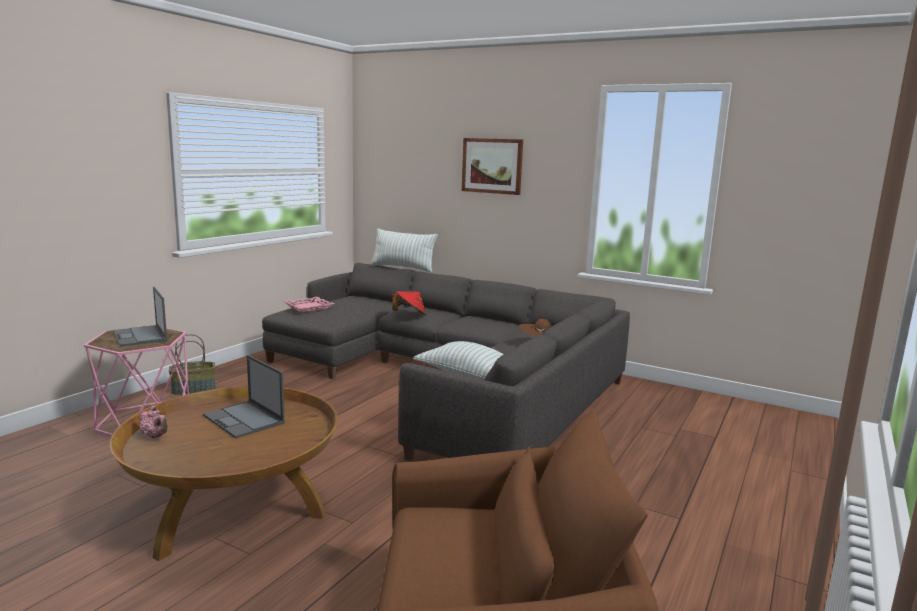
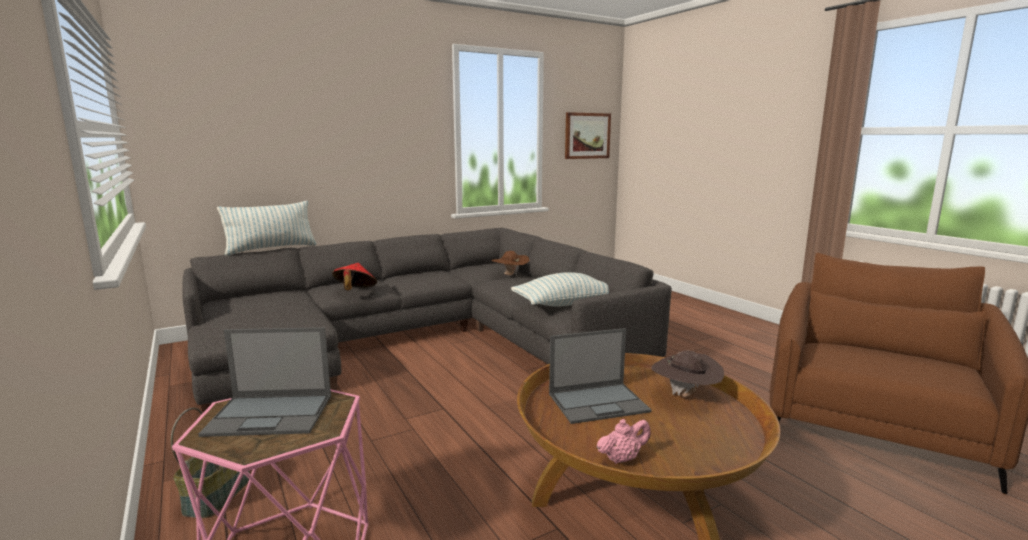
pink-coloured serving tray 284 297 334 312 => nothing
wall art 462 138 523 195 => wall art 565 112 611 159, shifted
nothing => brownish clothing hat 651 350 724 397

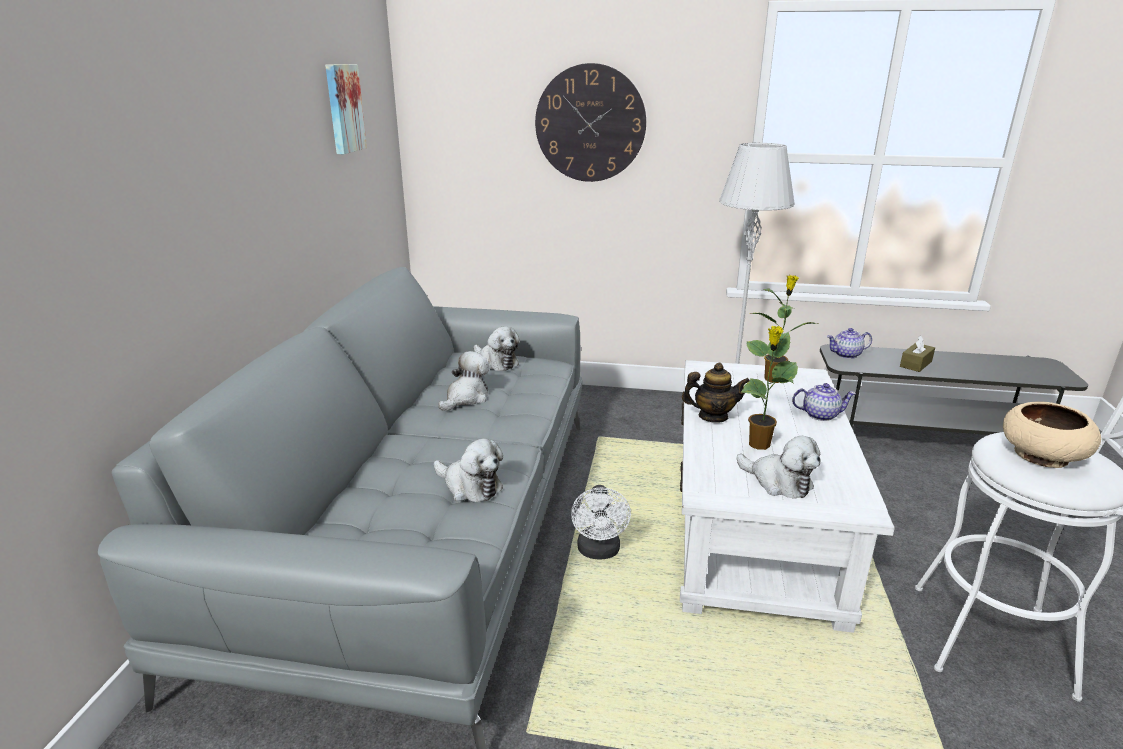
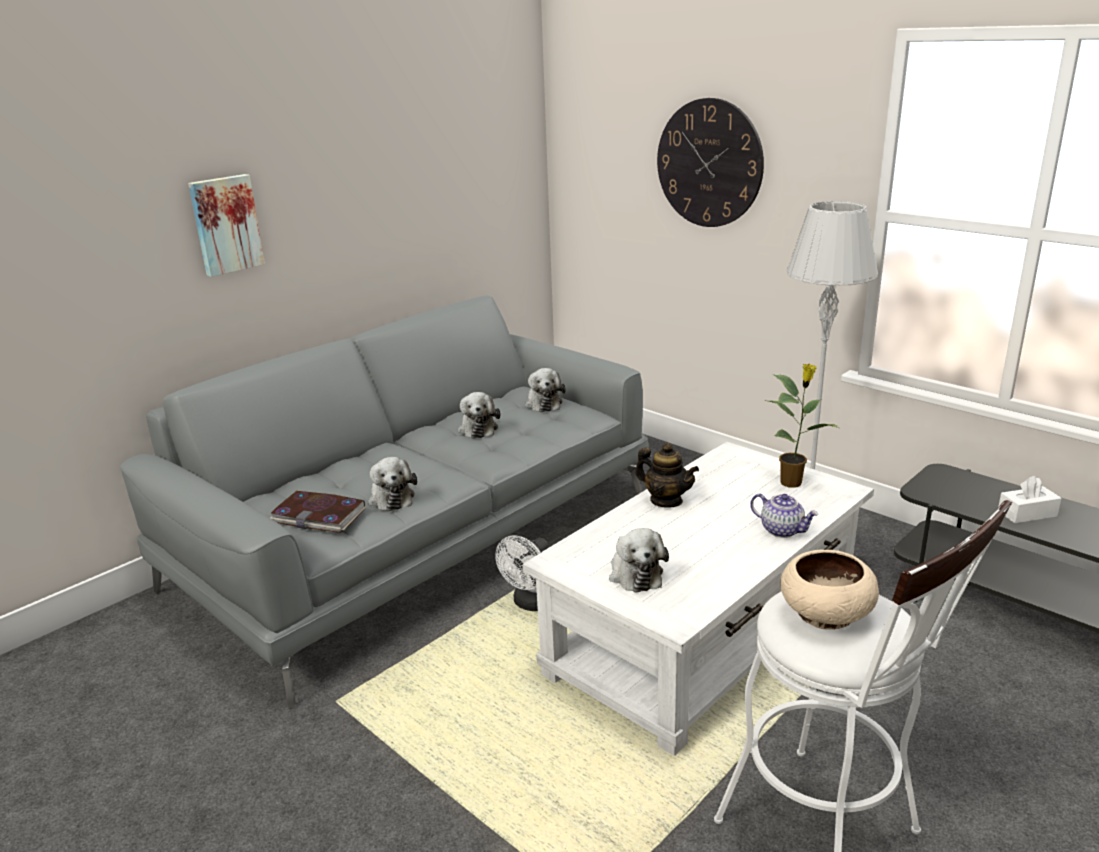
wall art 325 64 367 154 => wall art 188 174 265 277, shifted
soft toy 438 351 490 411 => soft toy 458 392 501 439, 105 degrees clockwise
plant in a pot 741 326 798 450 => nothing
pot for tea 827 328 872 359 => nothing
brownish tissue holder 900 335 935 372 => whitish tissue holder 998 476 1061 523
nothing => bound book 270 491 366 533

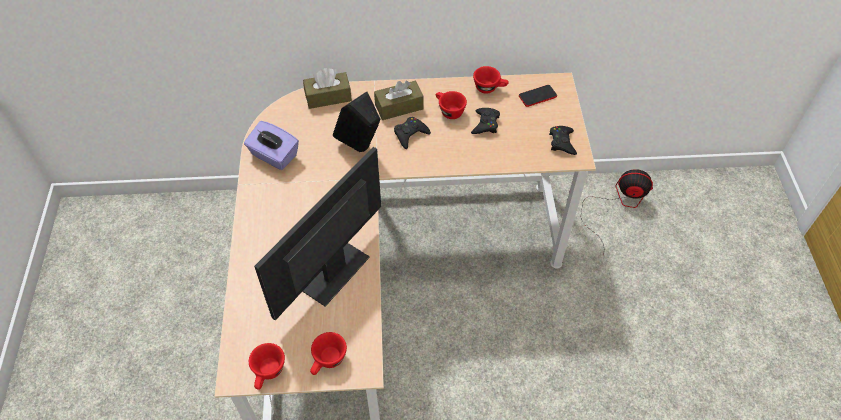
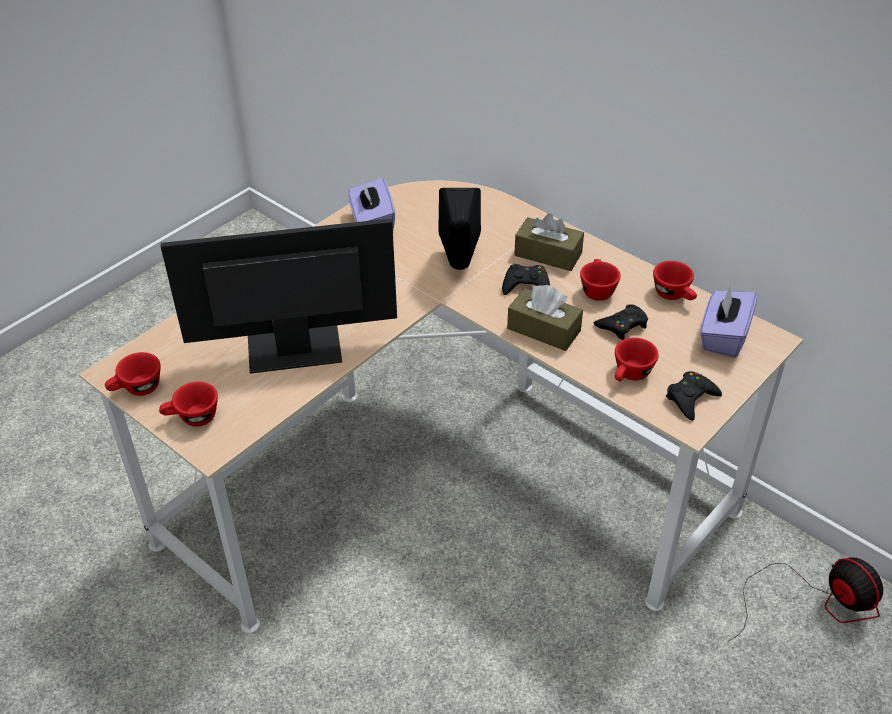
brownish tissue holder 303 68 352 109 => brownish tissue holder 507 285 583 351, shifted
telephone 519 85 557 107 => purple-coloured tissue holder 700 286 757 358
nothing => red-coloured cup 615 338 659 381

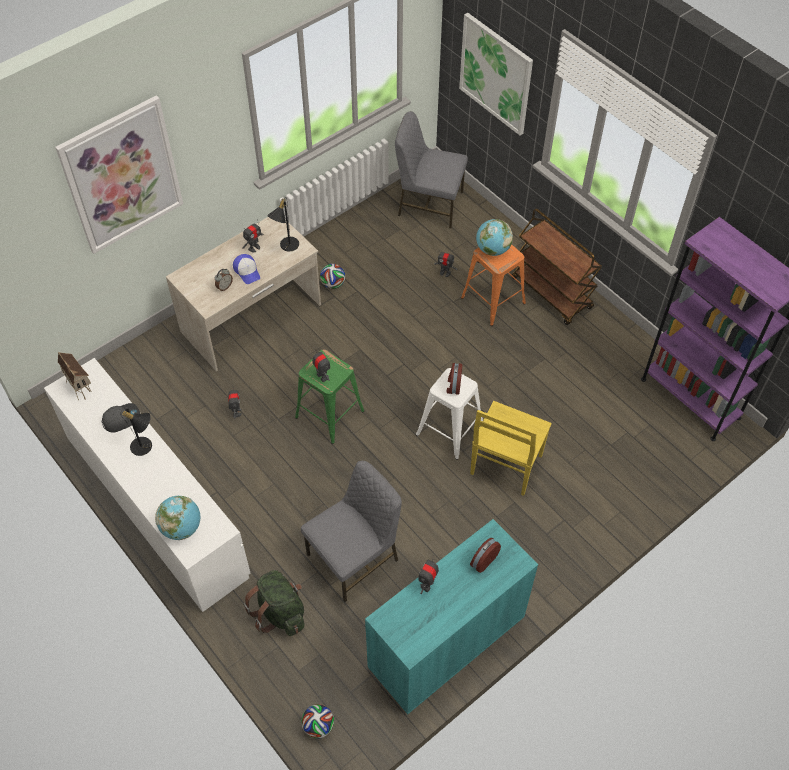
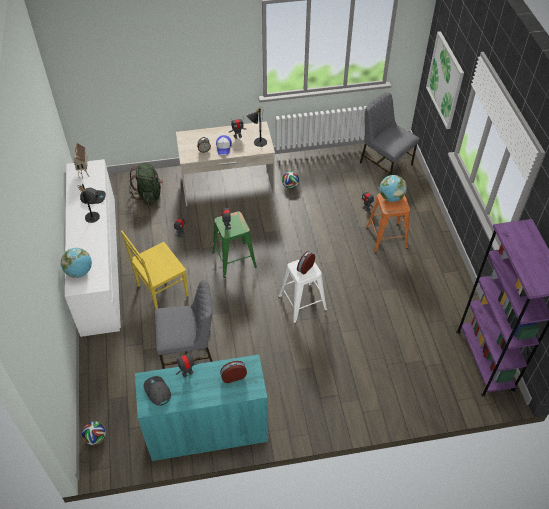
wall art 55 95 183 254 => nothing
green rucksack 243 570 304 636 => green rucksack 129 163 163 205, shifted
yellow-coloured chair 470 401 552 496 => yellow-coloured chair 121 231 189 309, shifted
brownish trolley 511 209 602 325 => nothing
nothing => gray baseball cap 144 376 171 406

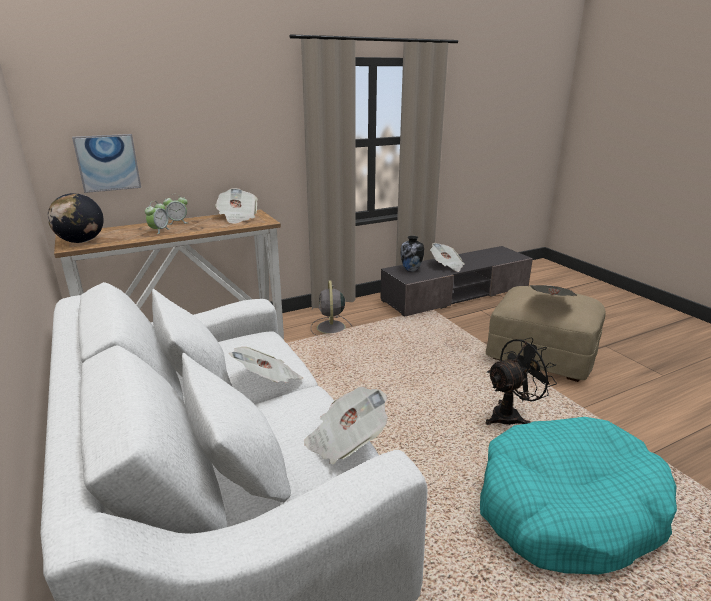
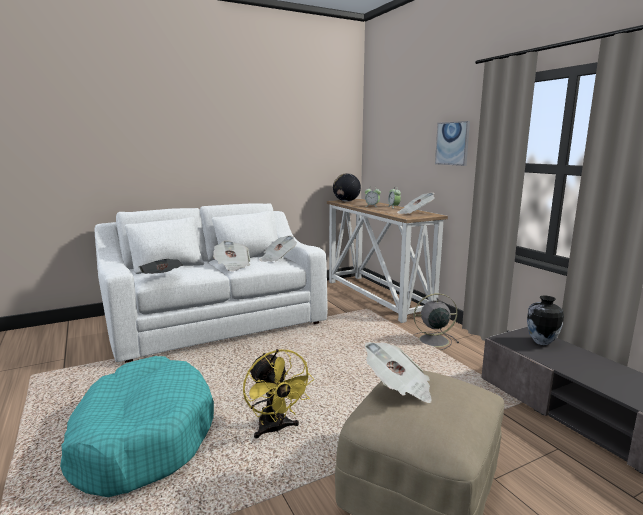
wall art 72 134 141 193 => wall art 435 121 470 166, shifted
newspaper 430 243 465 272 => newspaper 259 235 297 262, shifted
black-coloured electric fan 486 337 557 425 => yellow-coloured electric fan 243 349 314 438

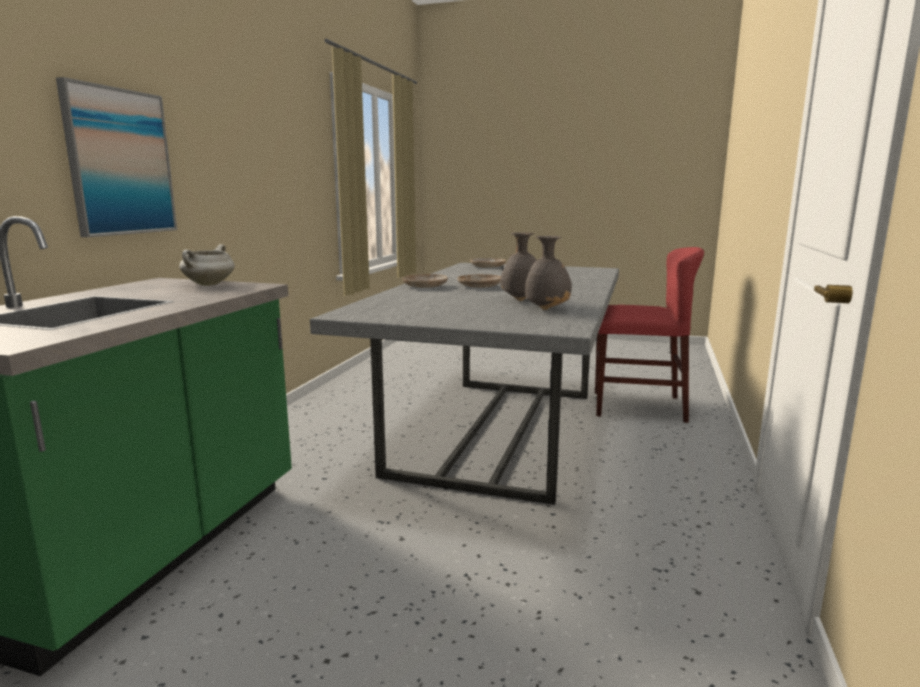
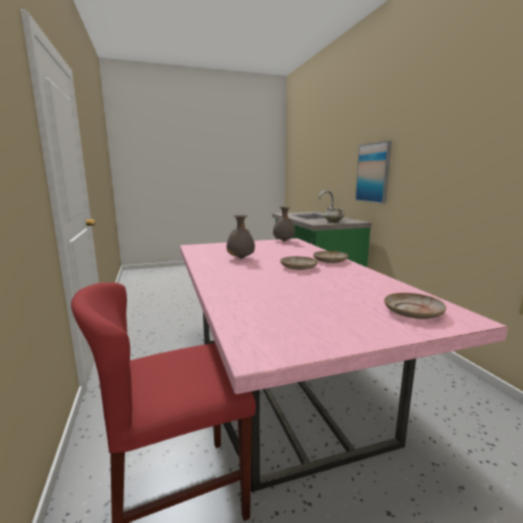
gray dinner table 310 263 619 505 => pink-coloured dinner table 180 238 508 492
gray flower vase 525 236 572 310 => gray flower vase 273 207 295 241, shifted

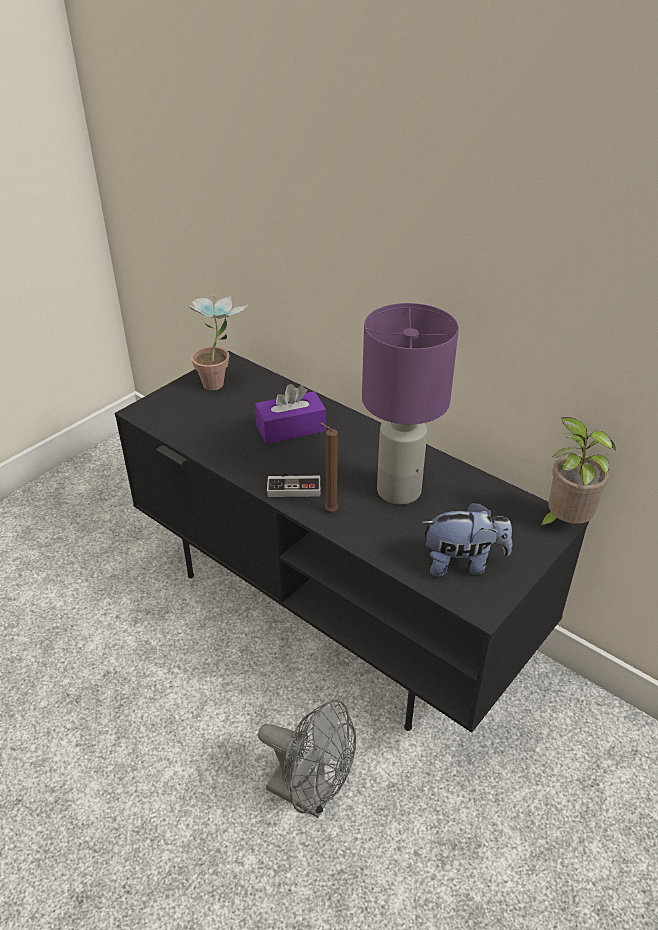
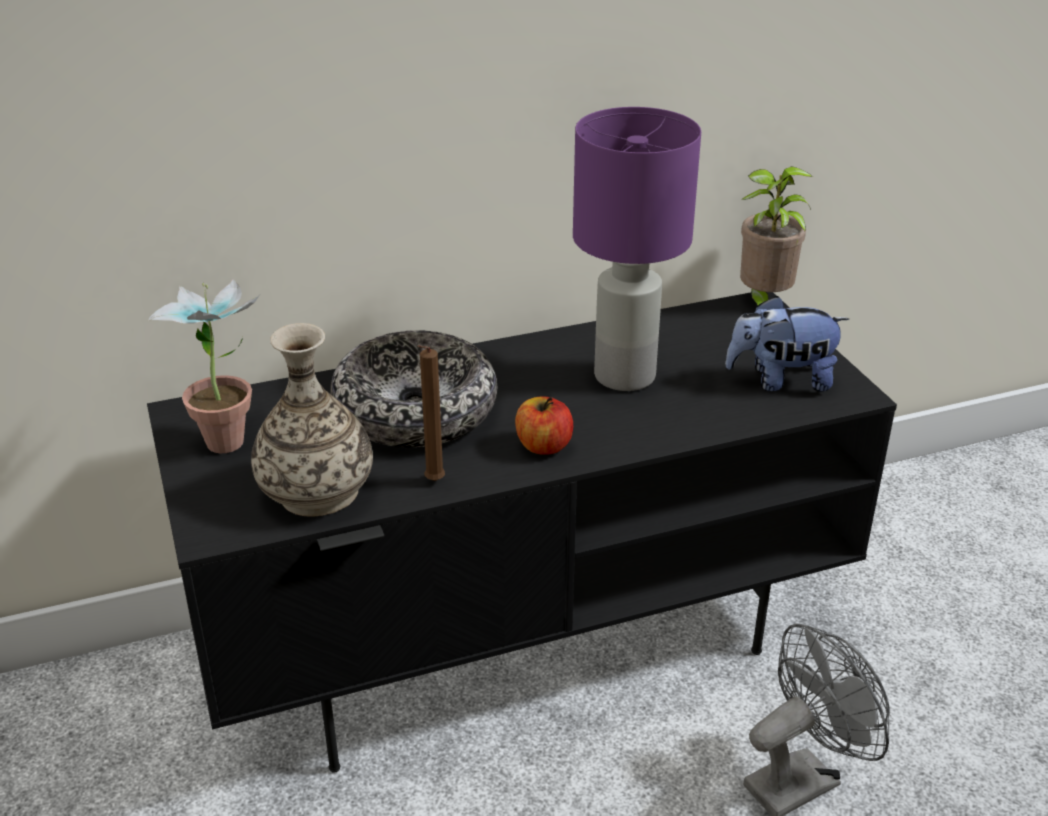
purple-coloured tissue holder 255 384 326 444 => deep dish 330 330 497 447
joypad 267 471 321 497 => whole apple 515 396 573 455
brownish candle 319 422 338 511 => brownish candle 417 345 445 481, shifted
soft toy 421 502 512 577 => soft toy 725 295 849 391, 120 degrees counterclockwise
nothing => flower vase 251 323 373 517

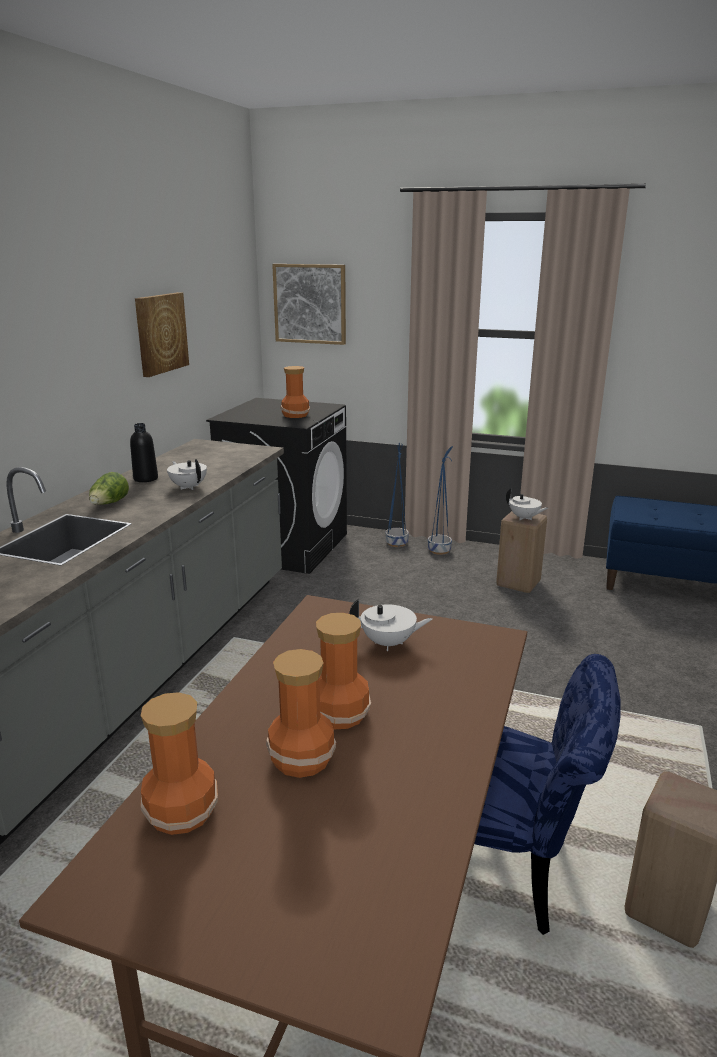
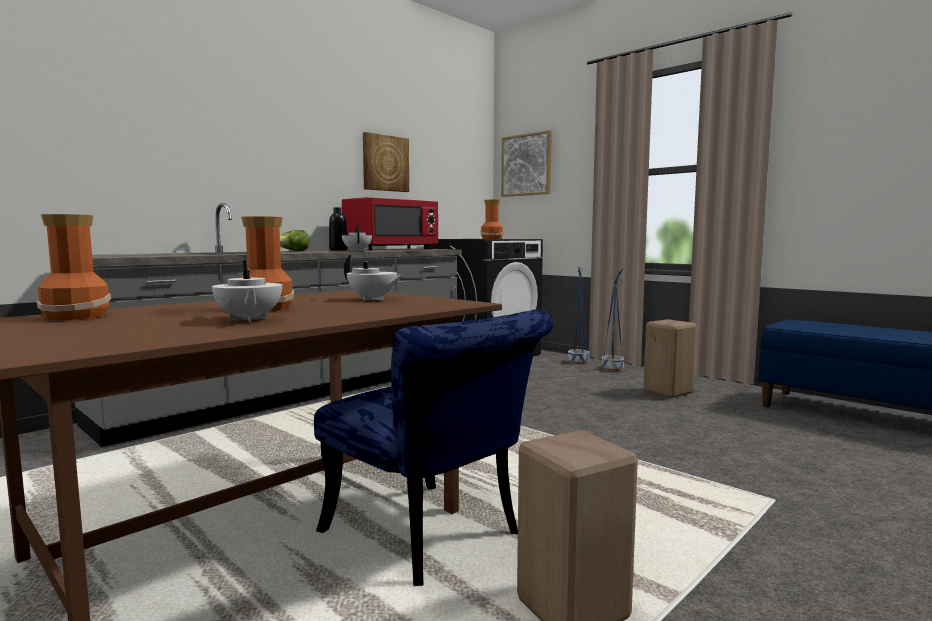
flower vase 266 649 336 778 => nothing
whitish pot for tea 506 488 548 520 => whitish pot for tea 212 260 282 322, shifted
nothing => red-coloured microwave oven 342 197 438 250

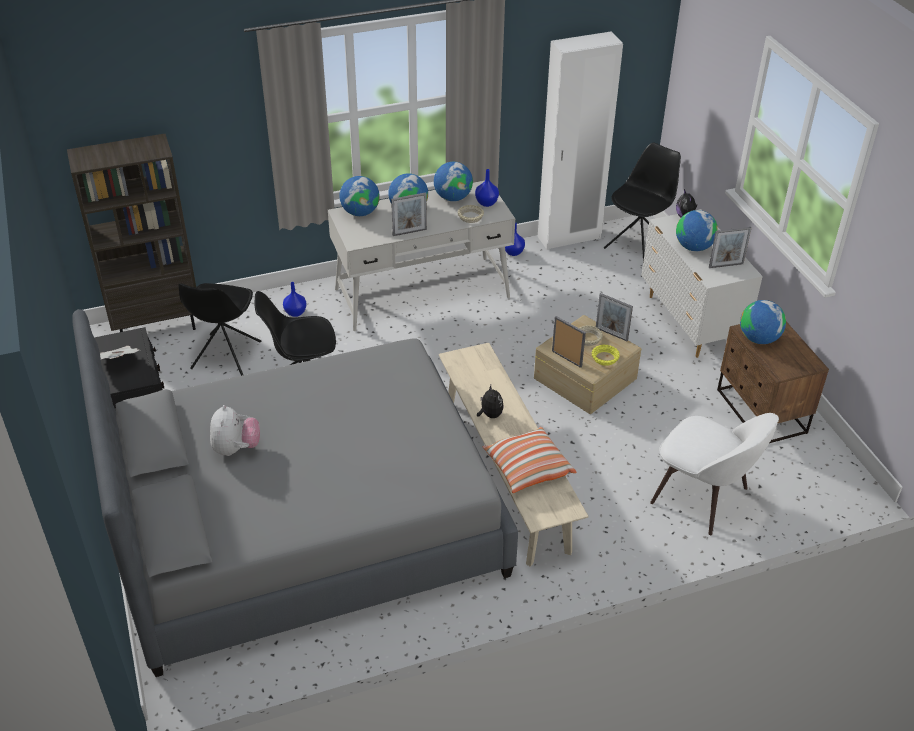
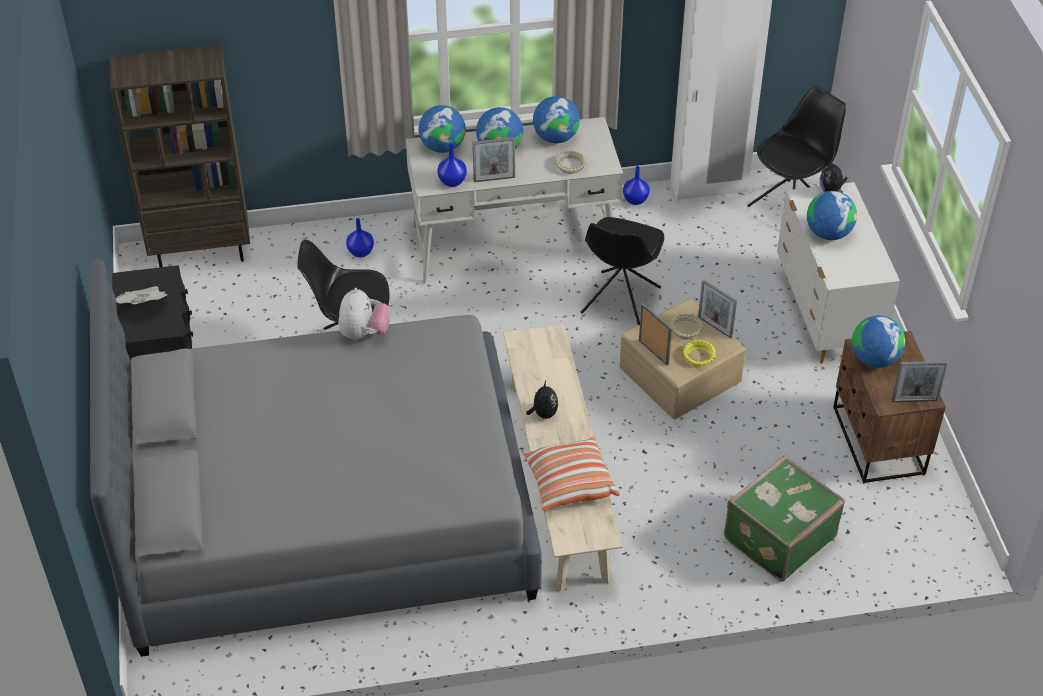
black-coloured chair 178 283 261 376 => black-coloured chair 581 217 664 325, shifted
soft toy 210 405 260 456 => soft toy 339 288 390 340, shifted
blue-coloured flower vase 475 169 499 207 => blue-coloured flower vase 437 144 467 187, shifted
whitish chair 650 413 779 535 => green travel case 724 455 845 582
photo frame 709 227 751 268 => photo frame 892 361 948 402, shifted

